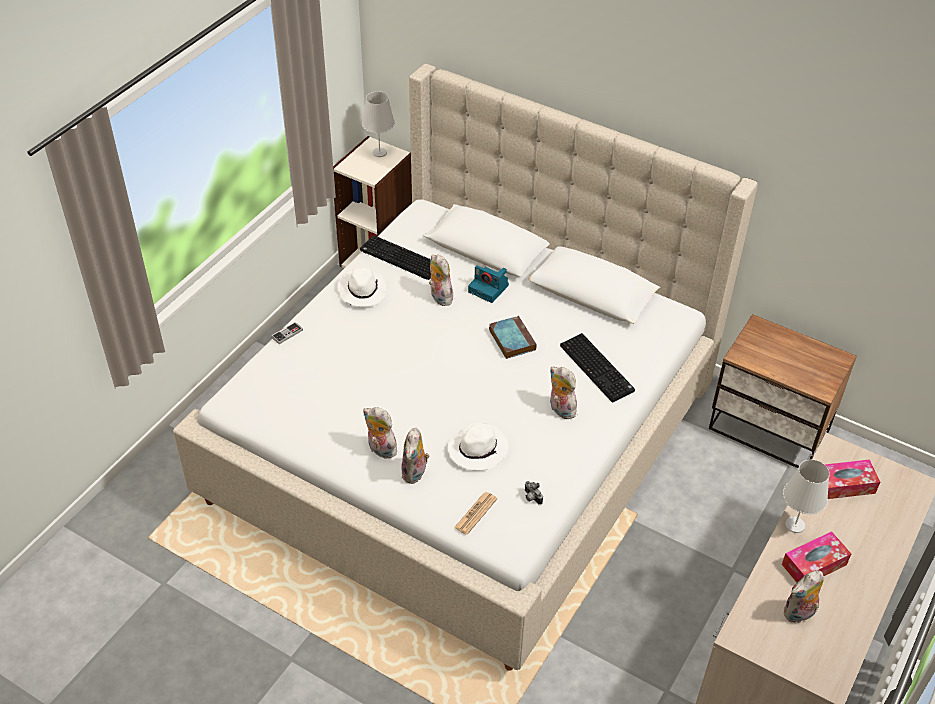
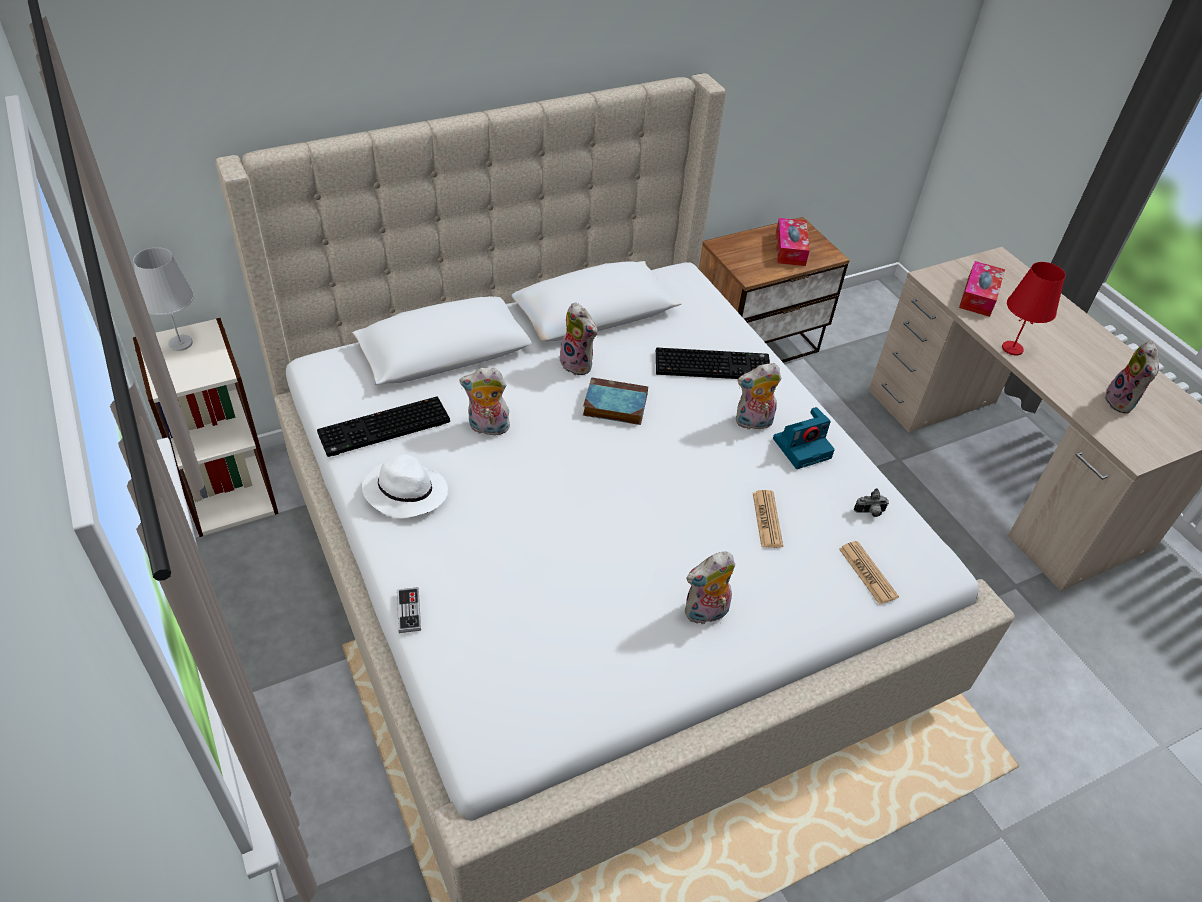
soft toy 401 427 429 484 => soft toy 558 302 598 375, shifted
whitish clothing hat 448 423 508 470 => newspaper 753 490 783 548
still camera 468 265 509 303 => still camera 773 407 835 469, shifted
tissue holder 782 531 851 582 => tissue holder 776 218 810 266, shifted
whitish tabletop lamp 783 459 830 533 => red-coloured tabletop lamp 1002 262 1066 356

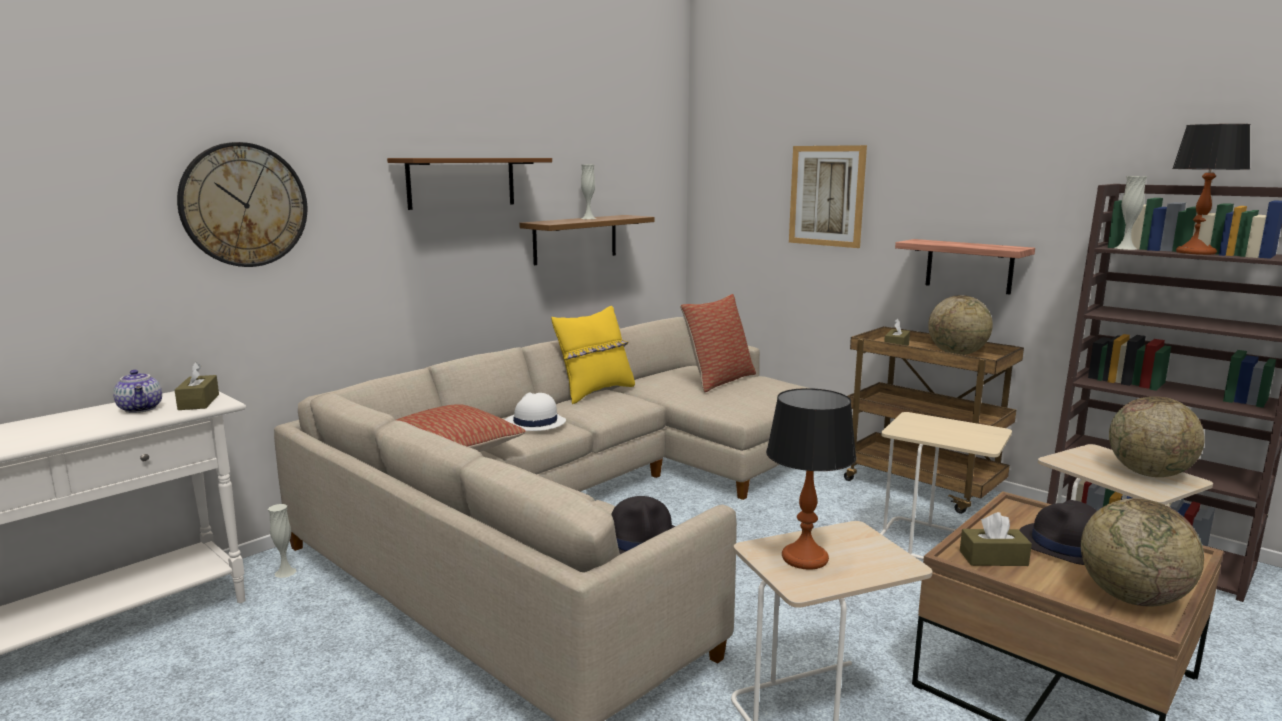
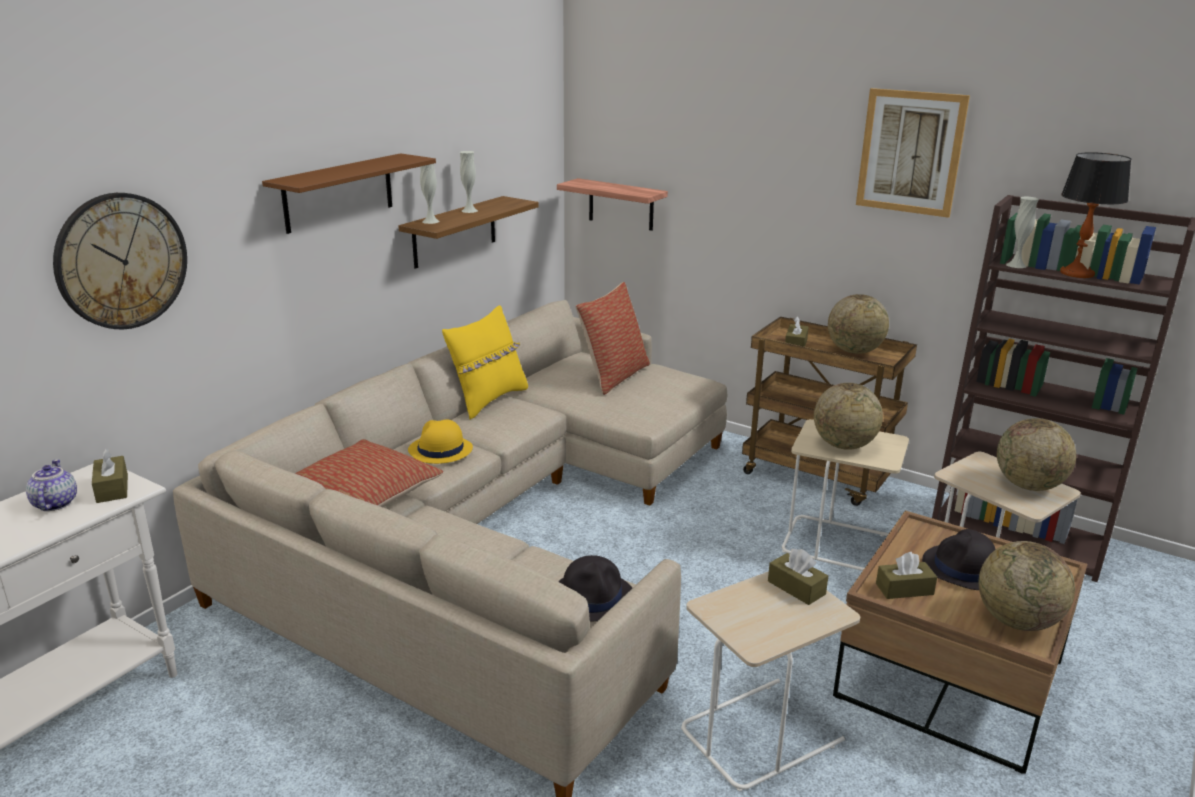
pot for tea 113 370 162 413 => pot for tea 26 459 77 511, 150 degrees counterclockwise
whitish flower vase 268 504 297 578 => whitish flower vase 420 164 439 224, shifted
whitish clothing hat 505 393 566 431 => yellow-coloured clothing hat 408 419 473 464
tabletop lamp 766 388 856 570 => nothing
wall art 789 145 867 248 => wall art 856 88 970 218, shifted
bracket shelf 895 239 1035 294 => bracket shelf 557 178 668 231, shifted
nothing => brownish tissue holder 768 549 828 605
nothing => globe 814 383 883 450

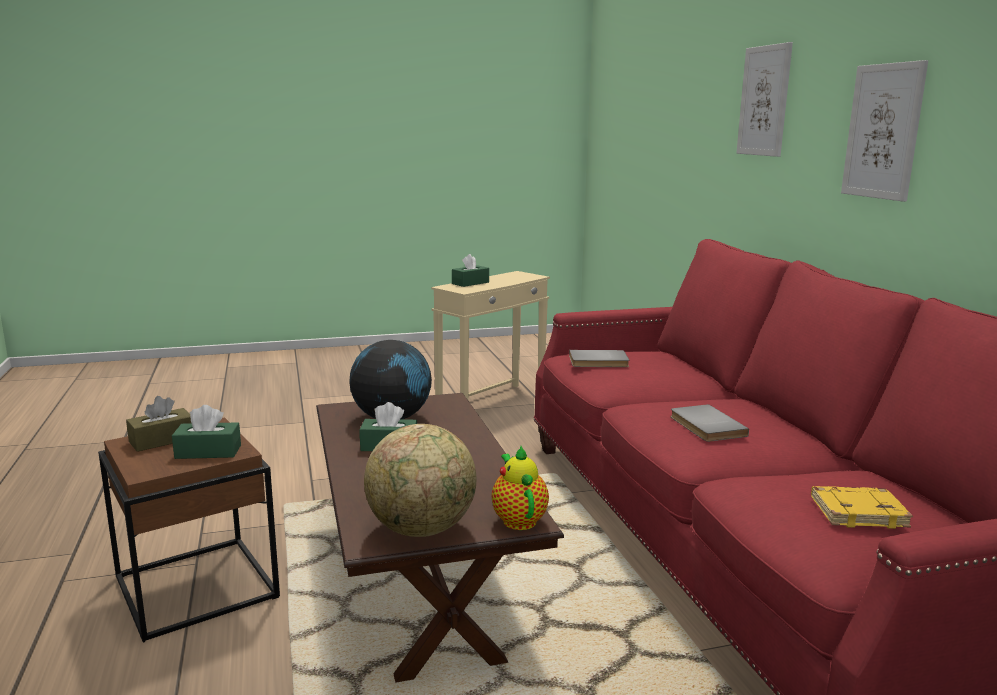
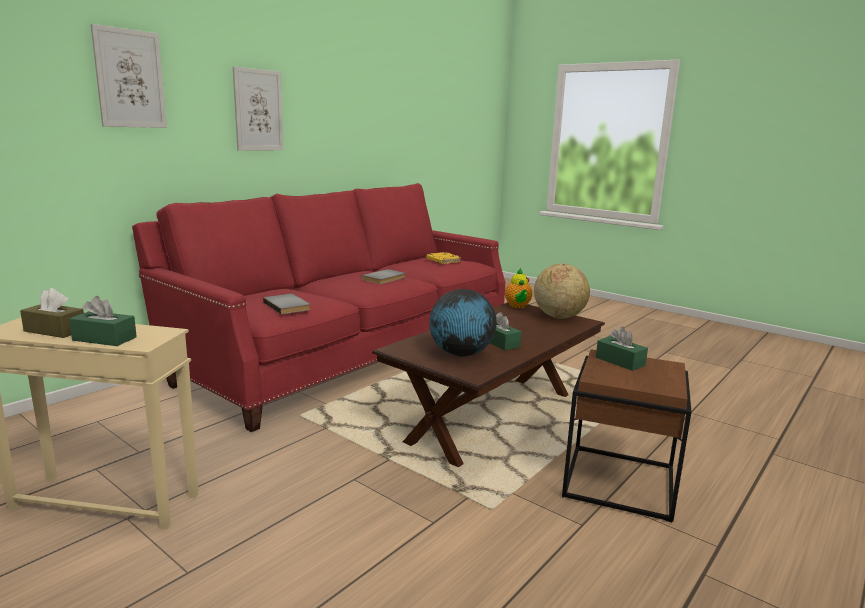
brownish tissue holder 126 396 191 452 => brownish tissue holder 20 288 84 338, shifted
pot for tea 492 446 549 530 => pot for tea 505 268 532 308, 45 degrees counterclockwise

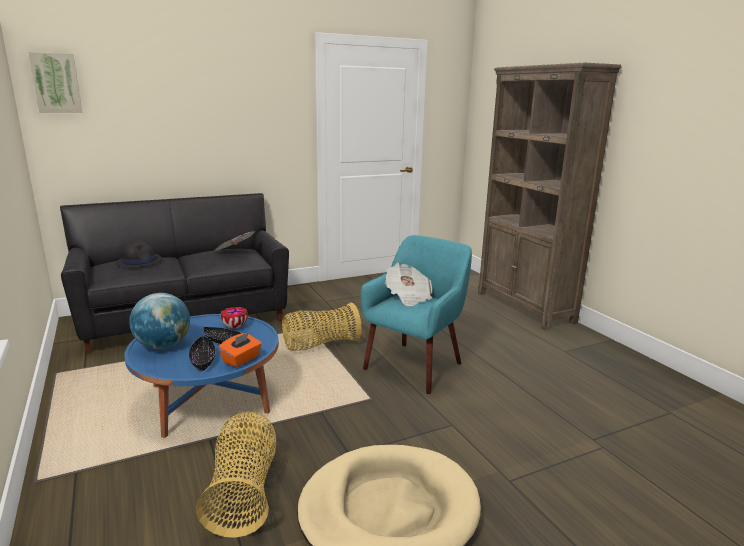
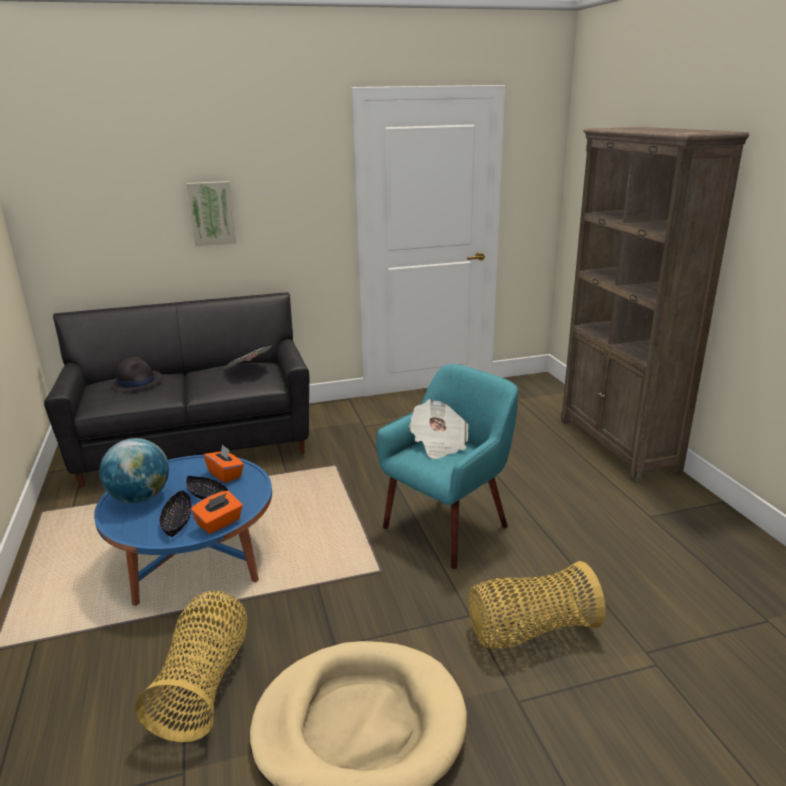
wall art 28 52 82 113 => wall art 187 181 237 246, shifted
deep dish 221 307 248 328 => orange tissue holder 204 444 244 483
household basket 282 302 362 351 => household basket 468 561 606 649, shifted

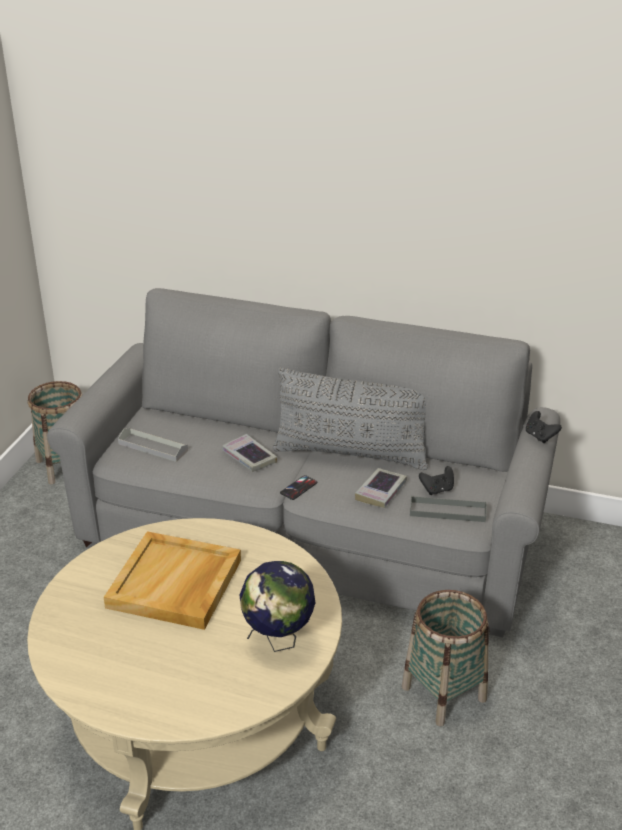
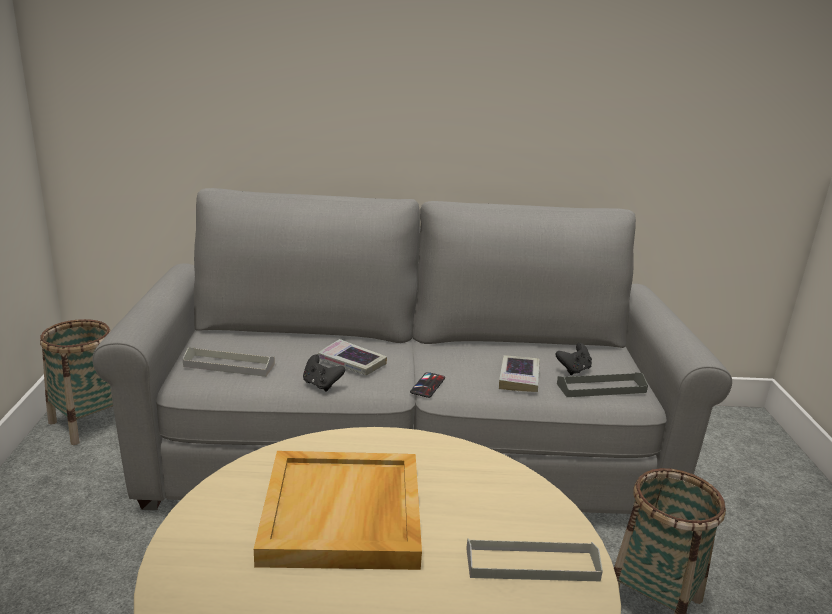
globe 240 561 316 652 => gray serving tray 466 538 603 581
gray pillow 273 367 428 470 => nothing
black-coloured joypad 526 411 562 443 => black-coloured joypad 303 355 345 391, shifted

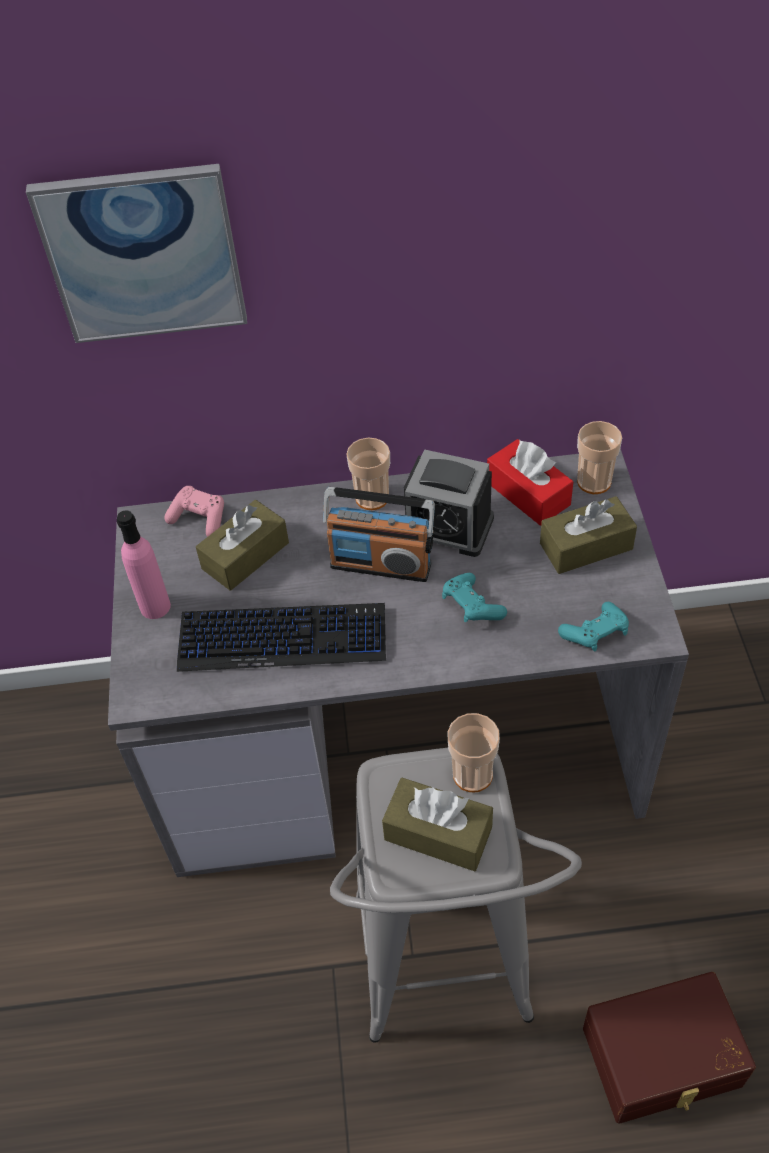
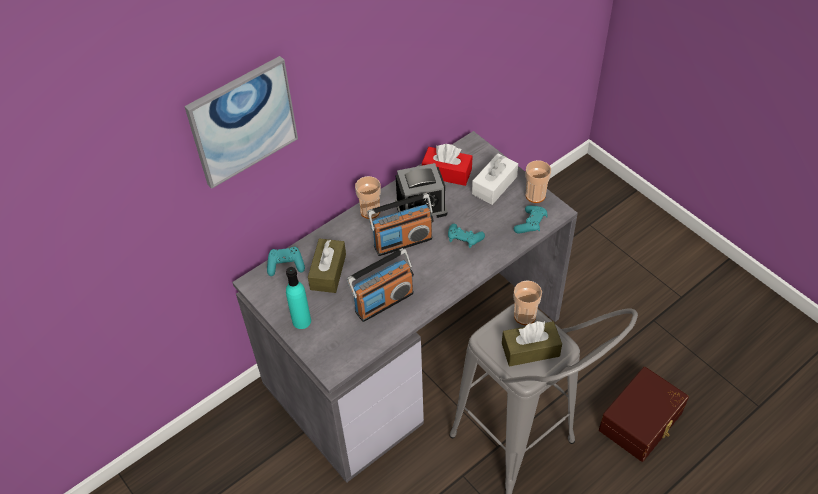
pink-coloured drink bottle 117 510 171 619 => blue-green drink bottle 286 267 311 329
pink-coloured joypad 165 486 224 537 => blue-green joypad 267 247 305 276
keyboard 177 603 386 672 => radio receiver 347 248 414 322
brownish tissue holder 540 496 637 574 => whitish tissue holder 472 154 518 205
cup 577 421 622 494 => cup 525 160 551 203, shifted

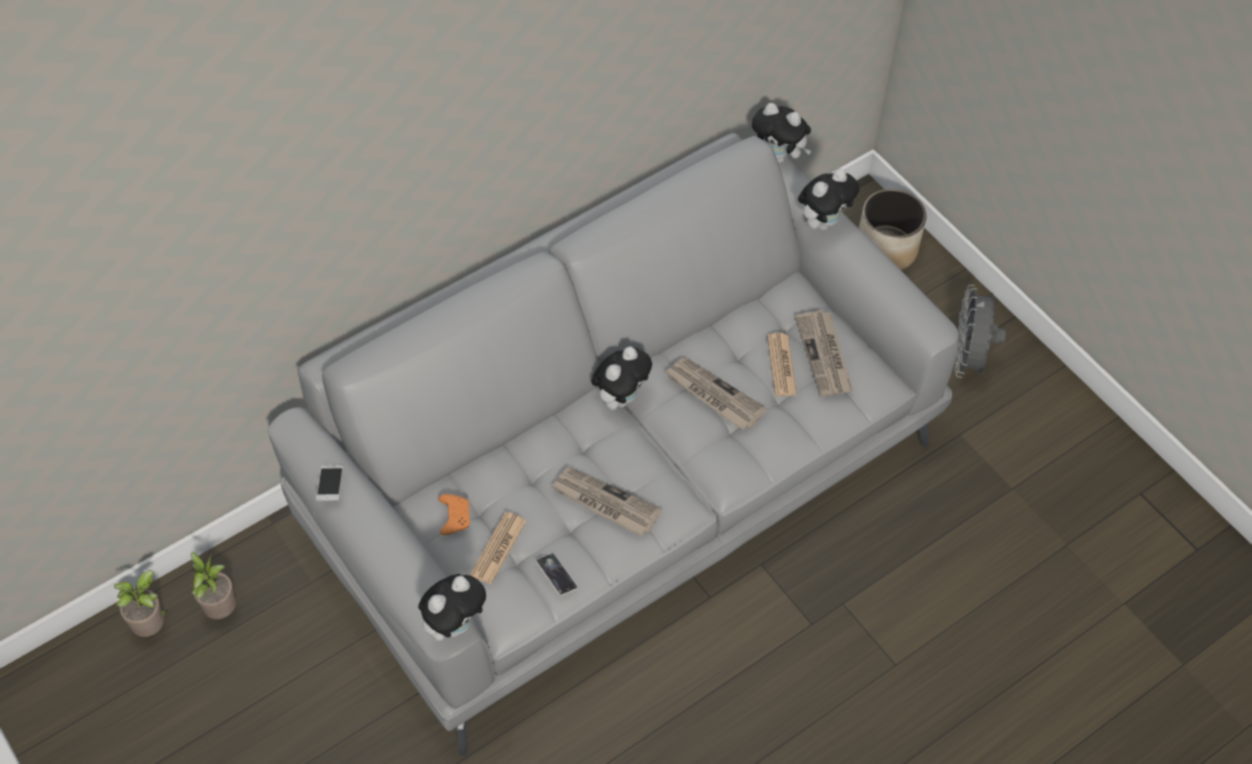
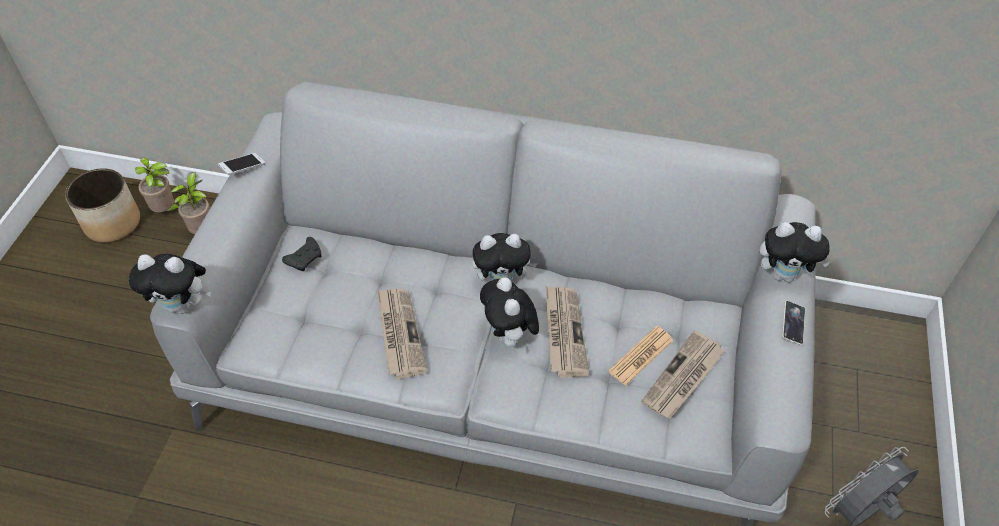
orange joypad 438 494 470 535 => black-coloured joypad 282 237 321 271
newspaper 470 511 526 584 => nothing
telephone 536 553 578 596 => telephone 782 301 805 345, shifted
soft toy 752 103 812 163 => soft toy 480 277 539 350, shifted
flower pot 859 189 926 270 => flower pot 65 168 140 242, shifted

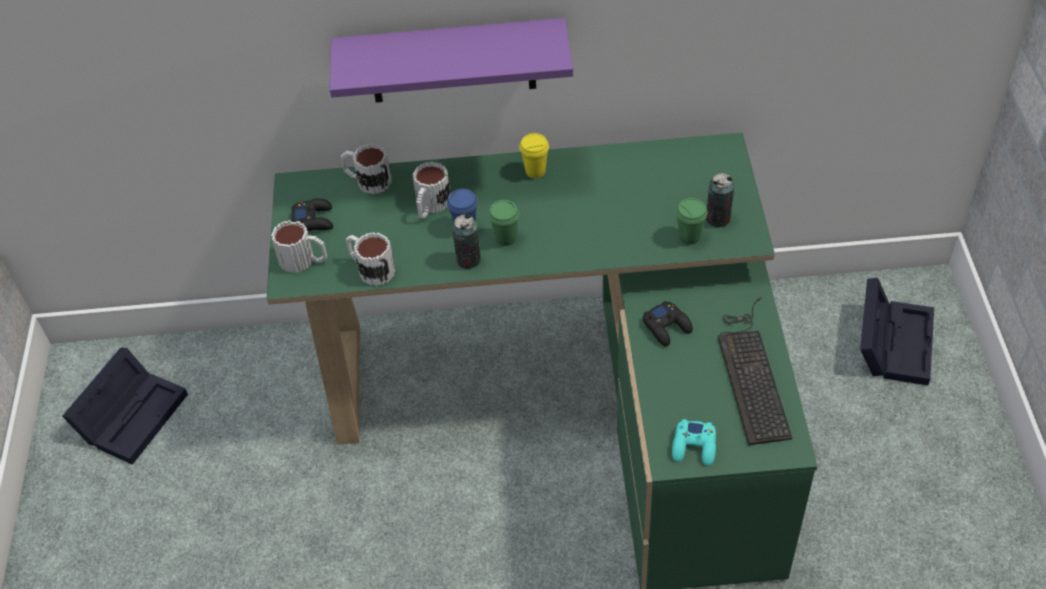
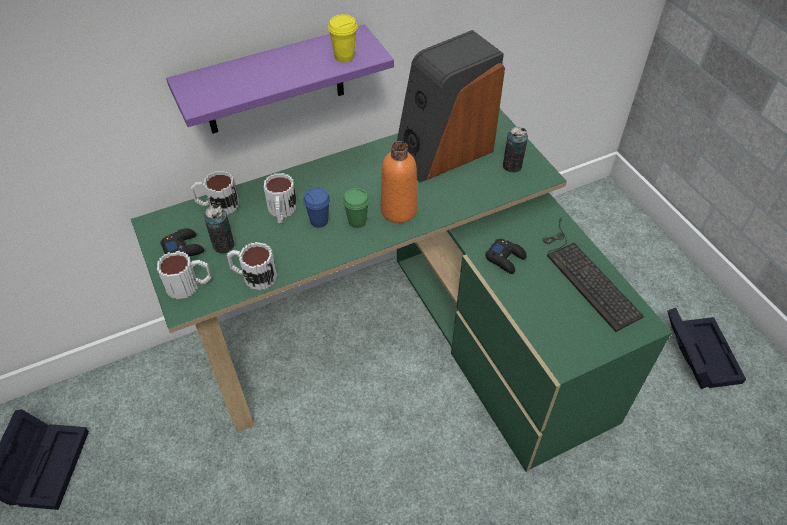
can 452 215 481 269 => can 204 205 235 253, shifted
yellow-coloured cup 519 133 549 178 => yellow-coloured cup 328 14 357 62, shifted
blue-green joypad 672 419 716 466 => nothing
green cup 676 198 707 245 => nothing
black-coloured storage box 860 278 934 385 => black-coloured storage box 667 308 746 389, shifted
nothing => orange drink bottle 381 141 417 223
nothing => speaker 397 30 505 183

